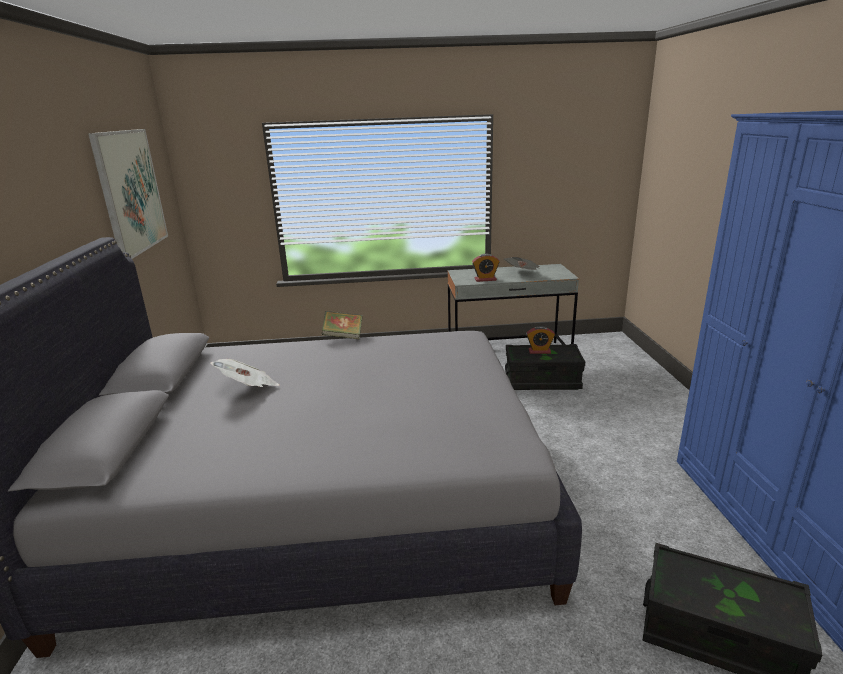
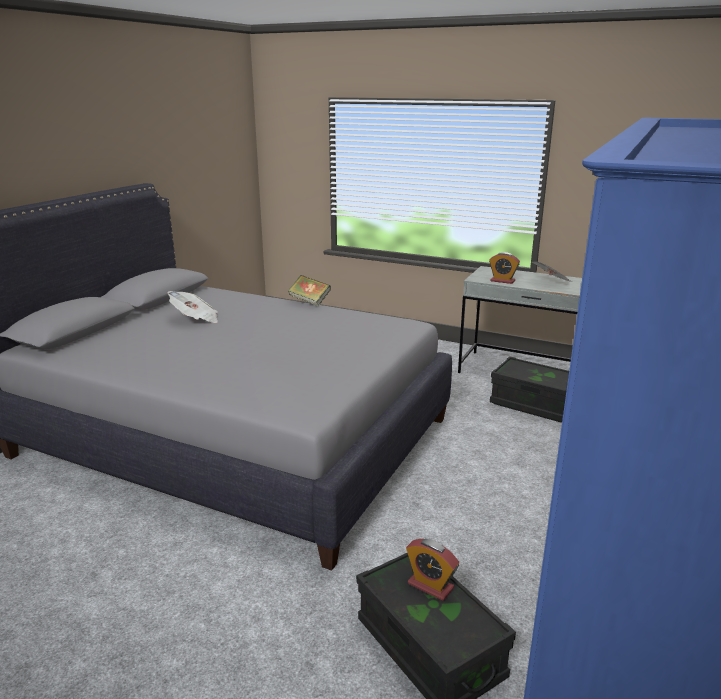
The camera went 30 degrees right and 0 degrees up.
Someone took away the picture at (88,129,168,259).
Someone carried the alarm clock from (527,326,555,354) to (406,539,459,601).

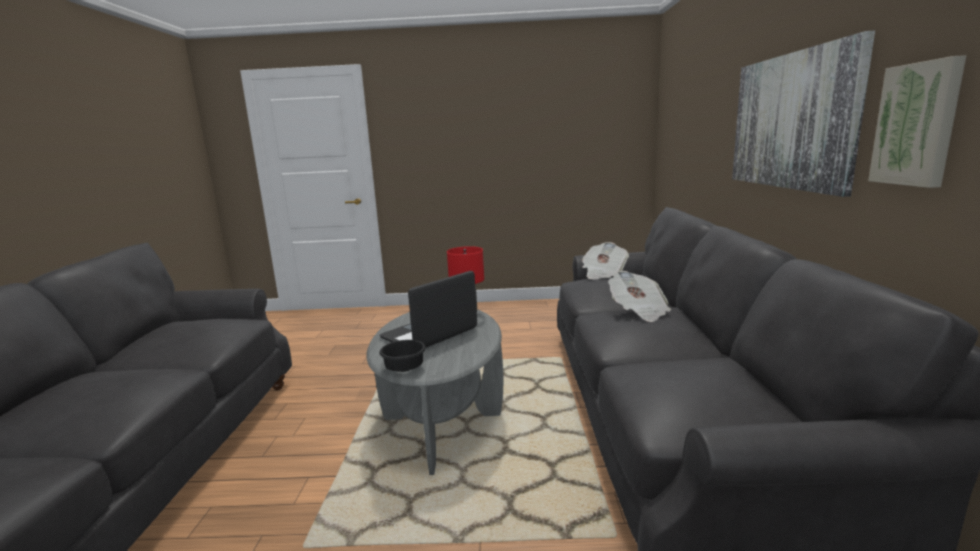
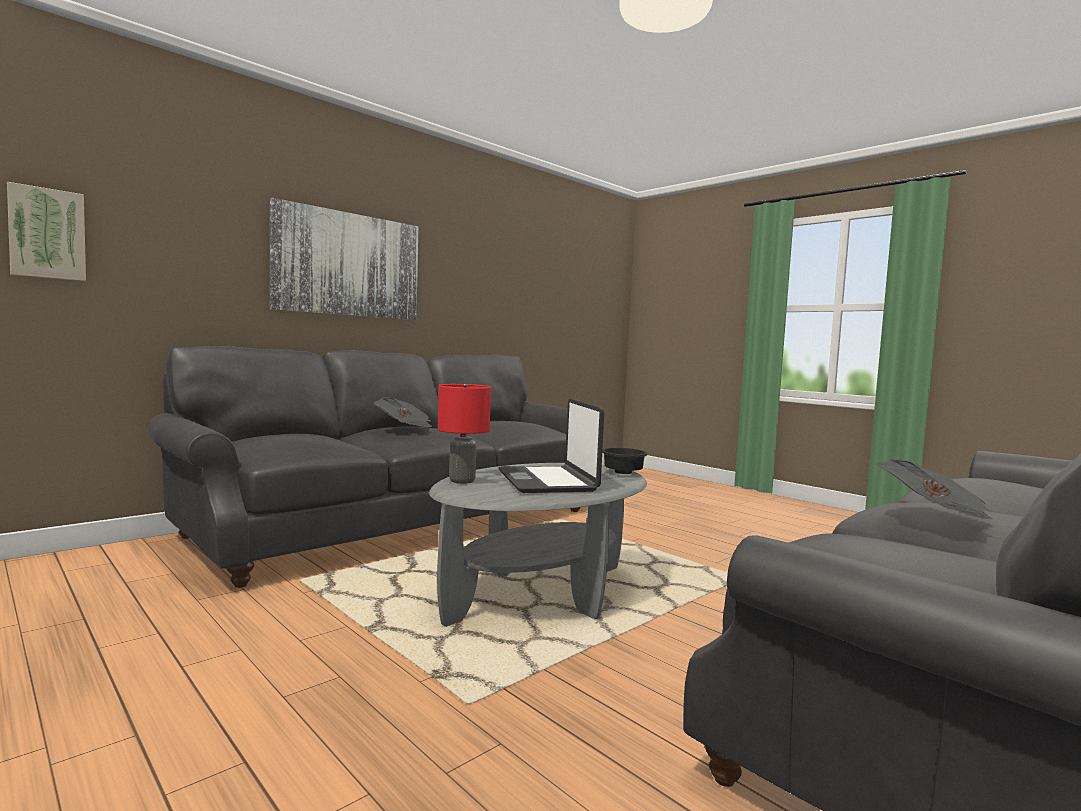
The camera went 135 degrees left and 10 degrees down.
Someone carried the newspaper from (582,242,629,279) to (877,459,993,519).
Someone carried the picture from (868,55,967,188) to (7,182,86,281).
Someone rotated the laptop at (380,271,477,348) by 75 degrees clockwise.

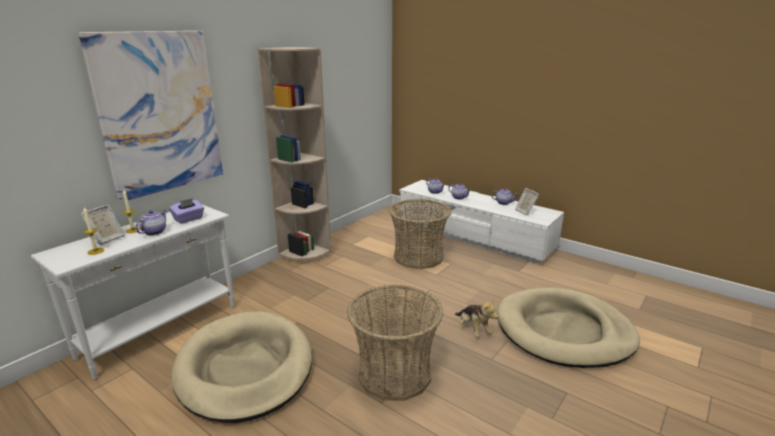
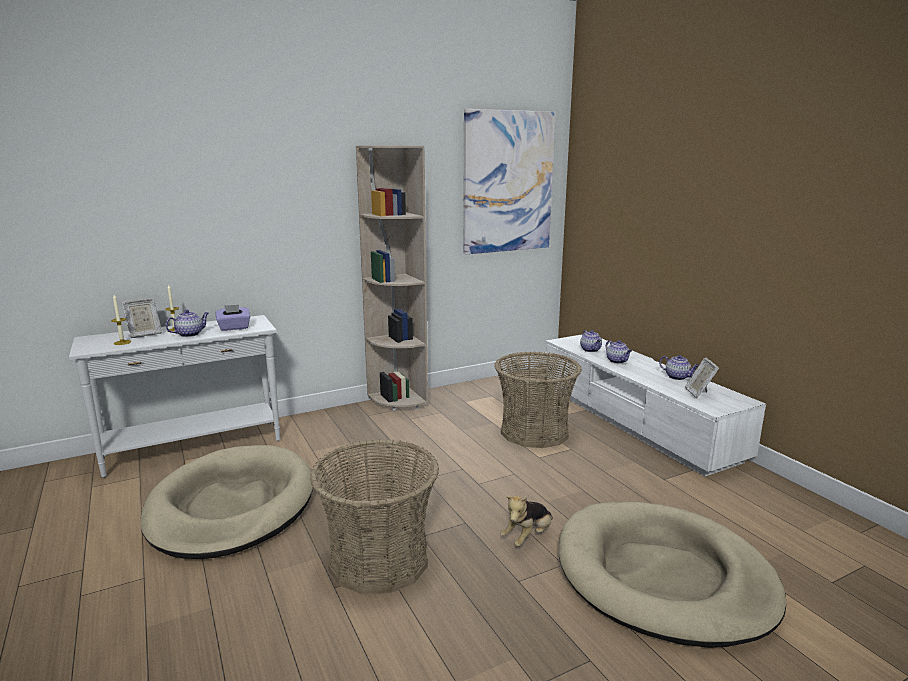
The camera went 25 degrees right and 5 degrees down.
Someone carried the picture from (78,31,223,202) to (463,109,555,254).
Someone rotated the plush toy at (455,299,498,337) by 45 degrees clockwise.

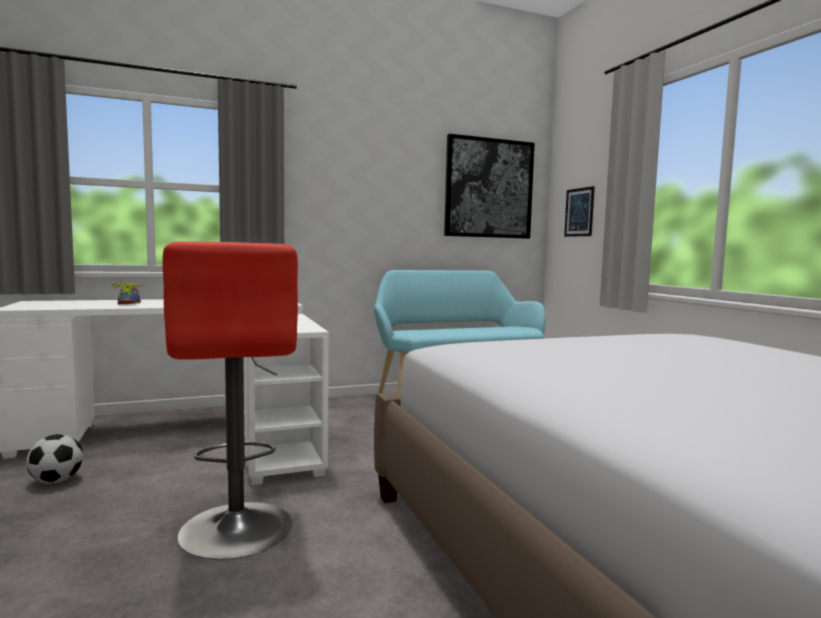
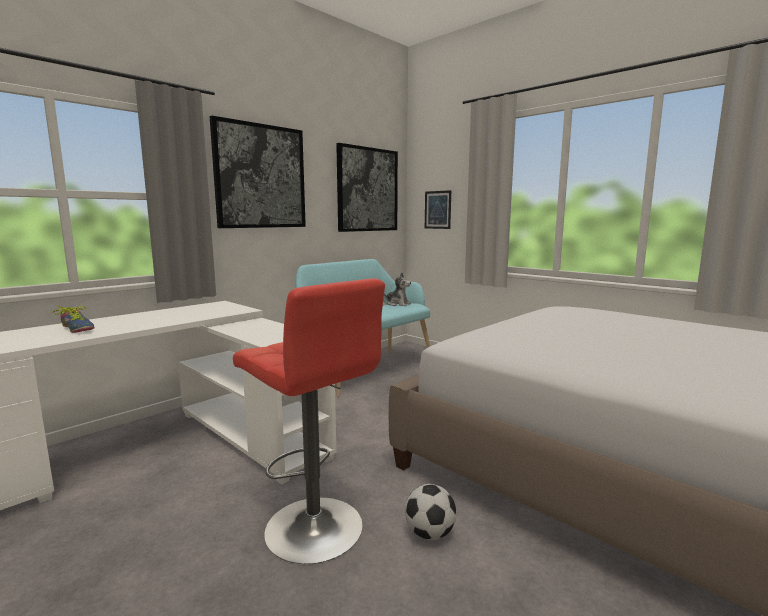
The camera went 25 degrees left and 5 degrees up.
Someone put up the picture at (210,116,306,228).
Someone put down the plush toy at (384,272,411,306).
Someone carried the football from (26,434,83,483) to (405,484,456,540).

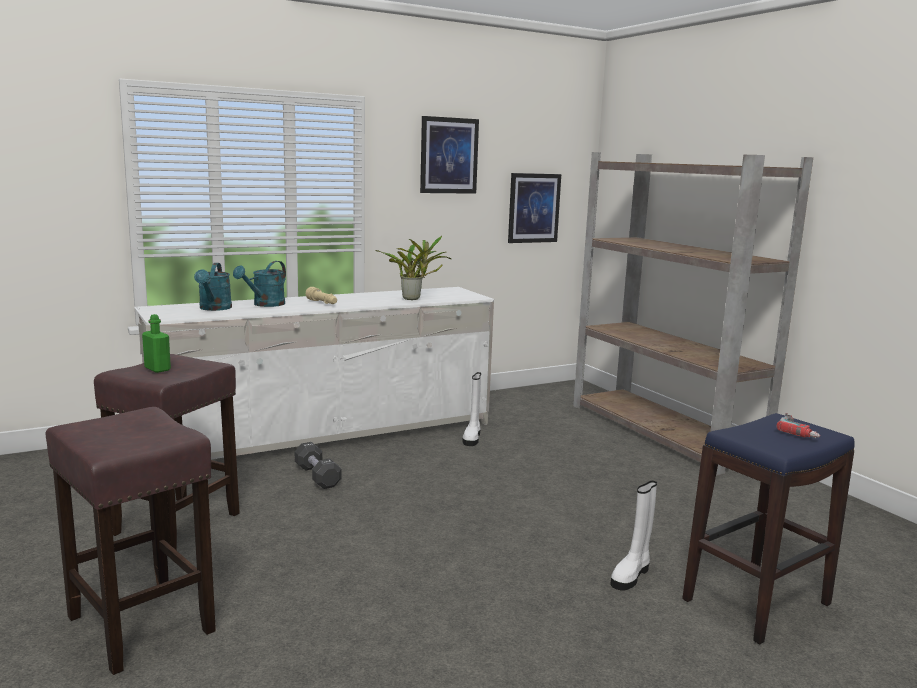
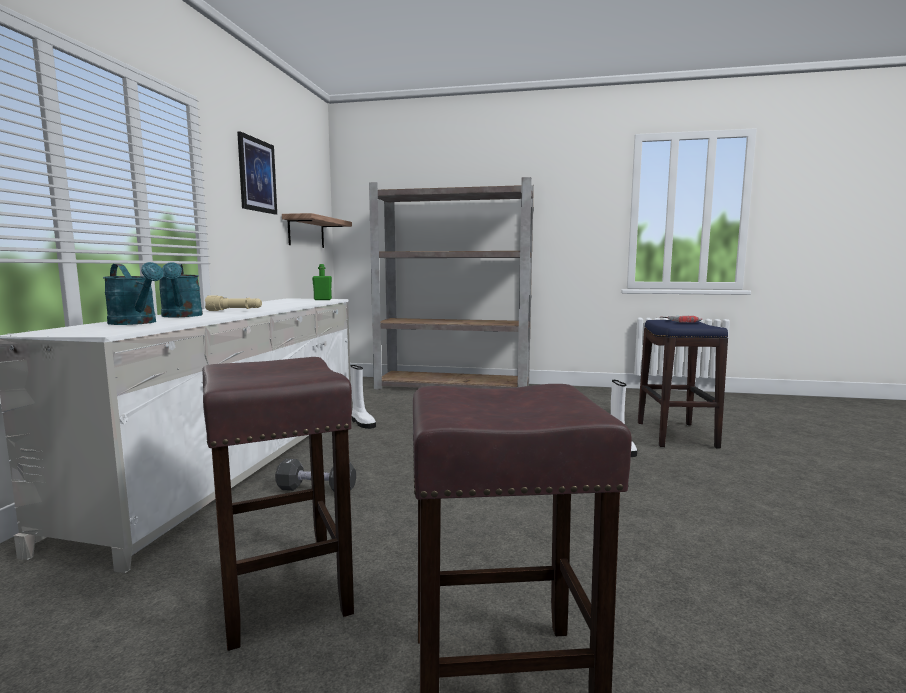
The camera went 50 degrees left and 5 degrees down.
Someone took away the potted plant at (375,236,451,300).
Someone carried the green bottle from (142,314,171,373) to (312,264,332,300).
Someone swapped the picture at (508,173,561,243) for the shelf at (282,213,352,248).

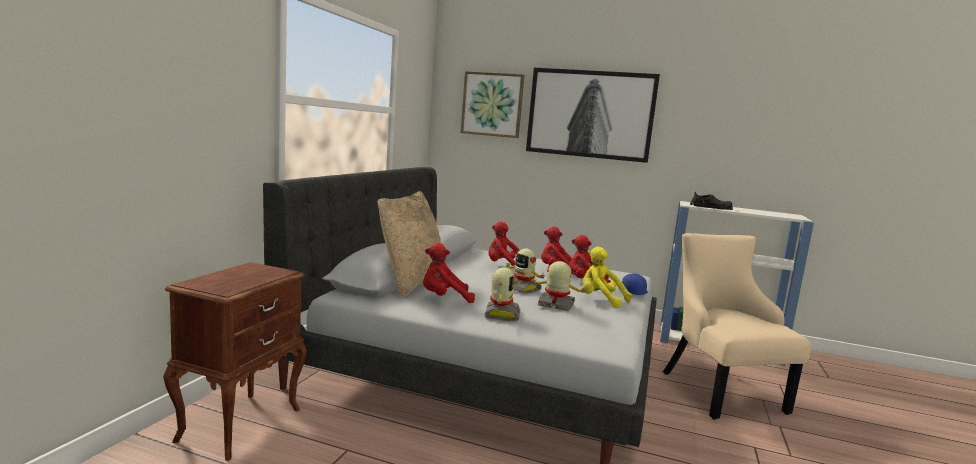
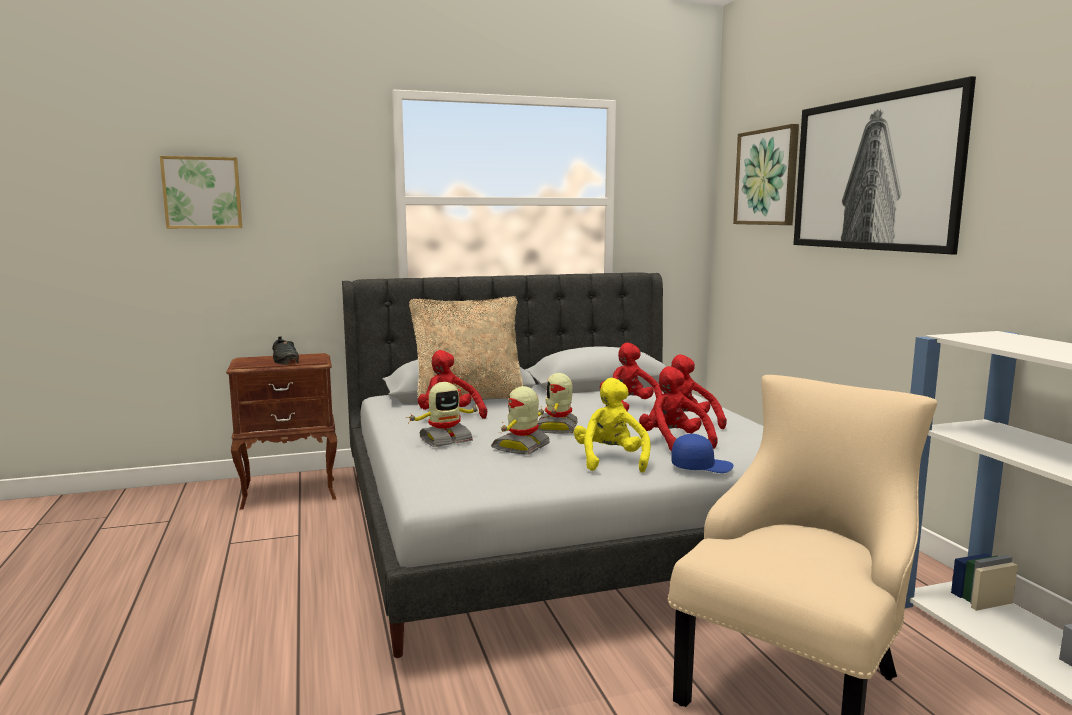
The camera went 55 degrees right and 0 degrees up.
Someone put up the picture at (160,156,242,229).
Someone carried the black shoe from (690,192,733,210) to (272,337,299,365).
Someone rotated the toy robot at (531,261,588,311) by 135 degrees counterclockwise.

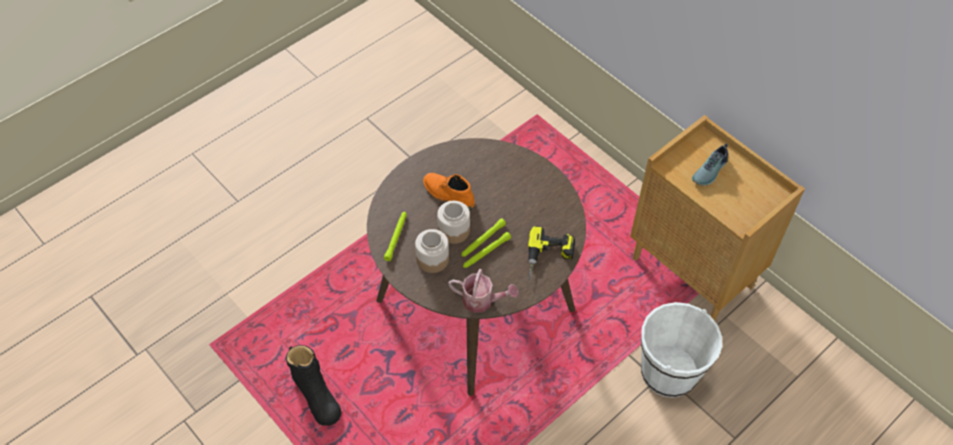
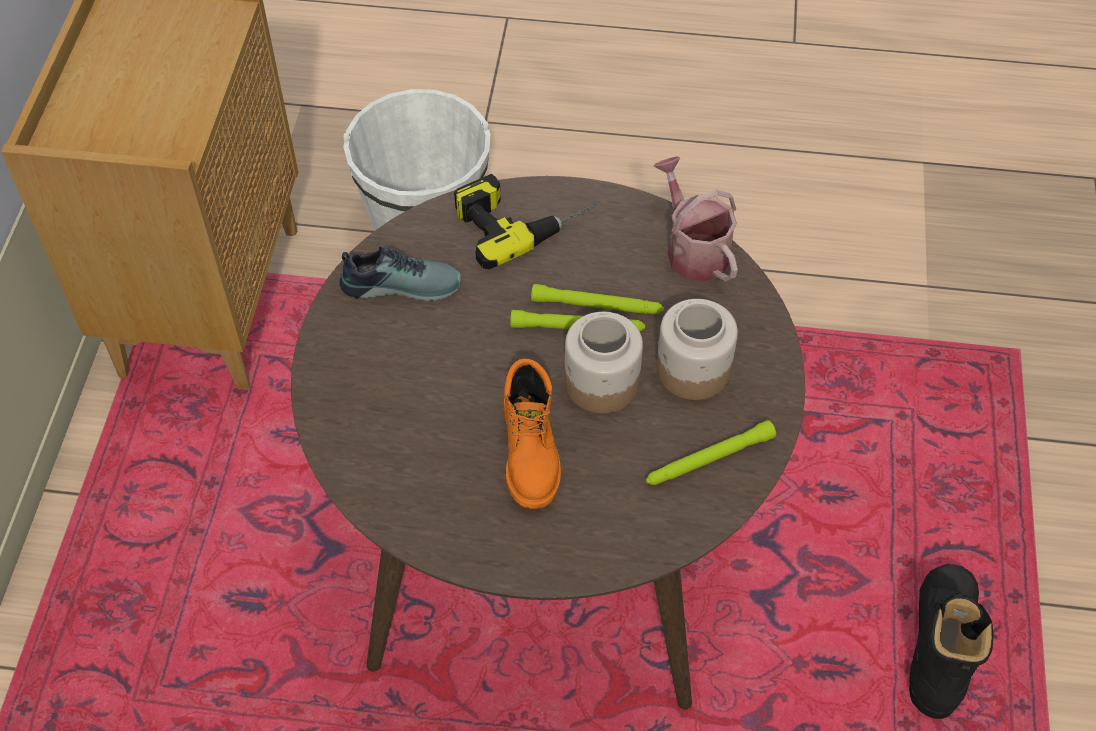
The camera went 130 degrees left and 0 degrees up.
Someone carried the shoe from (692,143,728,185) to (340,247,461,301).

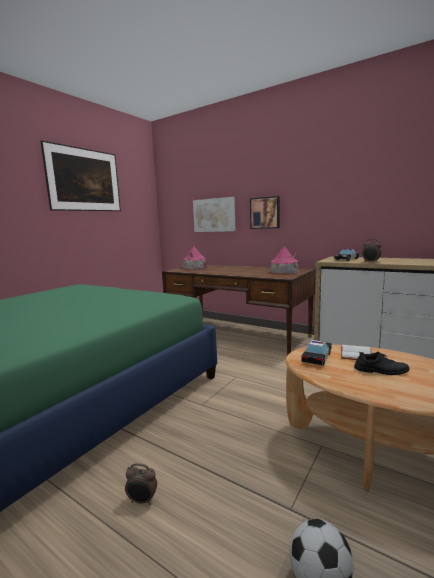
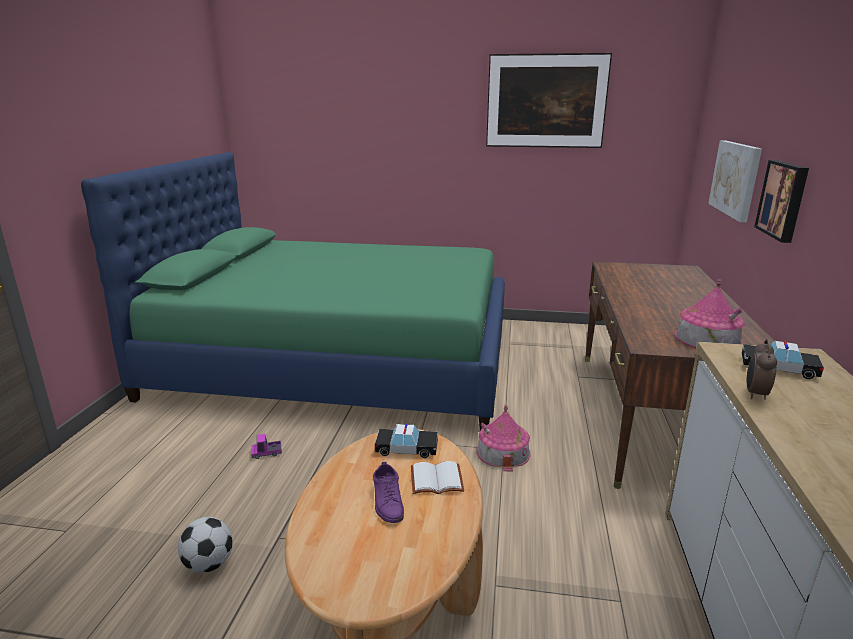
The camera went 65 degrees right and 10 degrees up.
Someone carried the toy house from (183,243,209,269) to (476,405,530,471).
Someone swapped the alarm clock at (125,463,157,505) for the toy truck at (251,434,282,459).
Someone repainted the black shoe at (354,351,410,375), which became the purple shoe at (373,461,404,523).

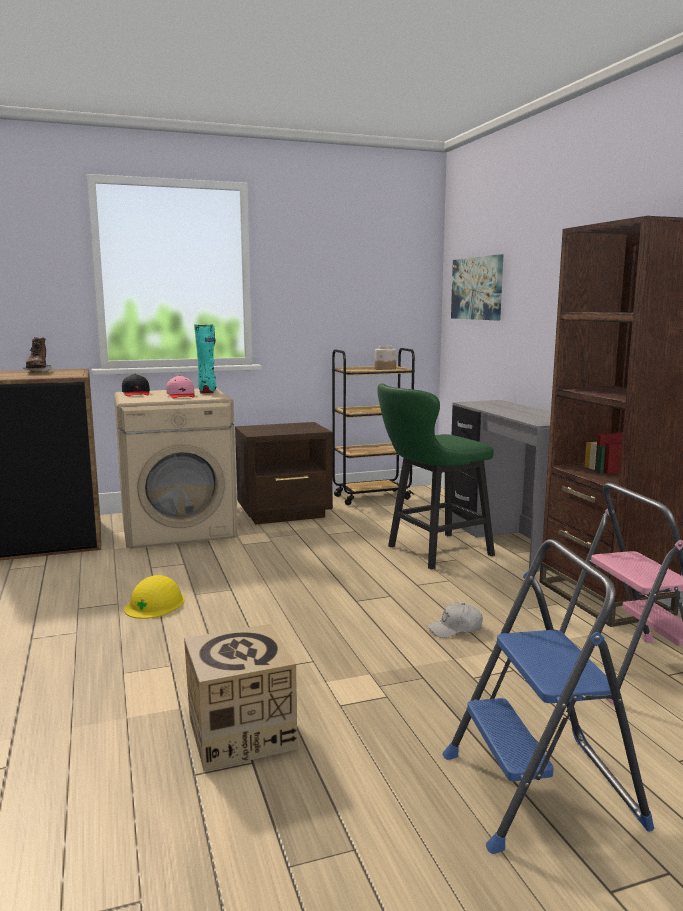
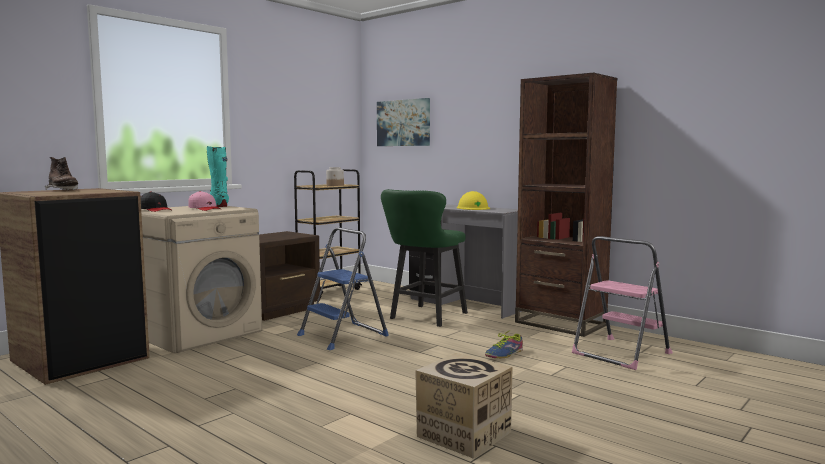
The camera went 30 degrees left and 5 degrees down.
Someone carried the yellow hard hat from (124,575,185,619) to (457,191,490,210).
Someone carried the blue step ladder from (443,539,654,854) to (297,227,389,350).
Someone swapped the white cap at (427,602,483,638) for the shoe at (485,331,523,358).

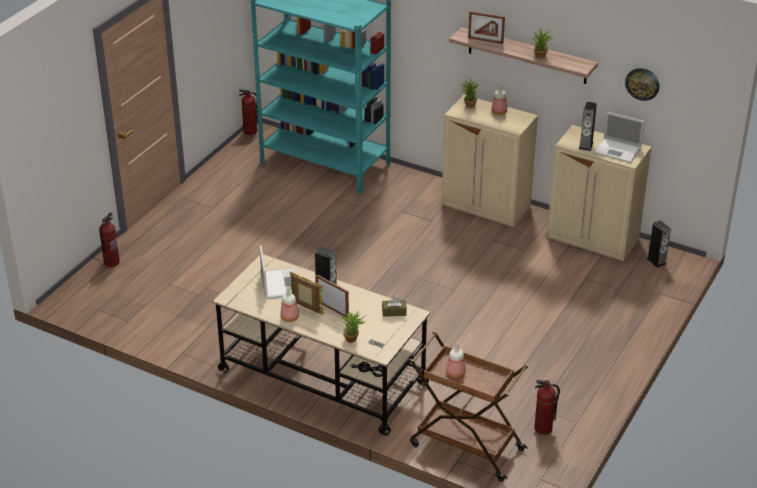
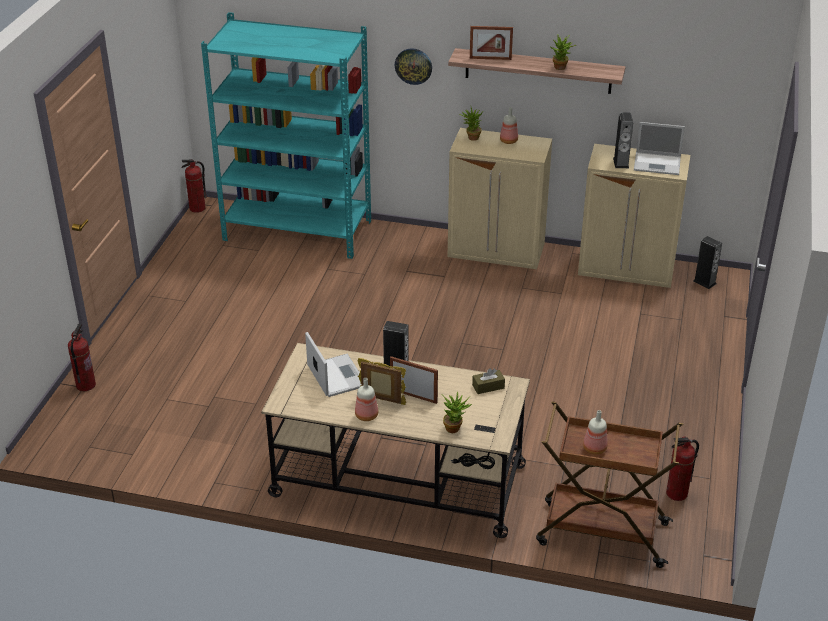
The camera went 15 degrees left and 0 degrees up.
Someone carried the wall clock from (625,68,659,101) to (395,48,432,85).

